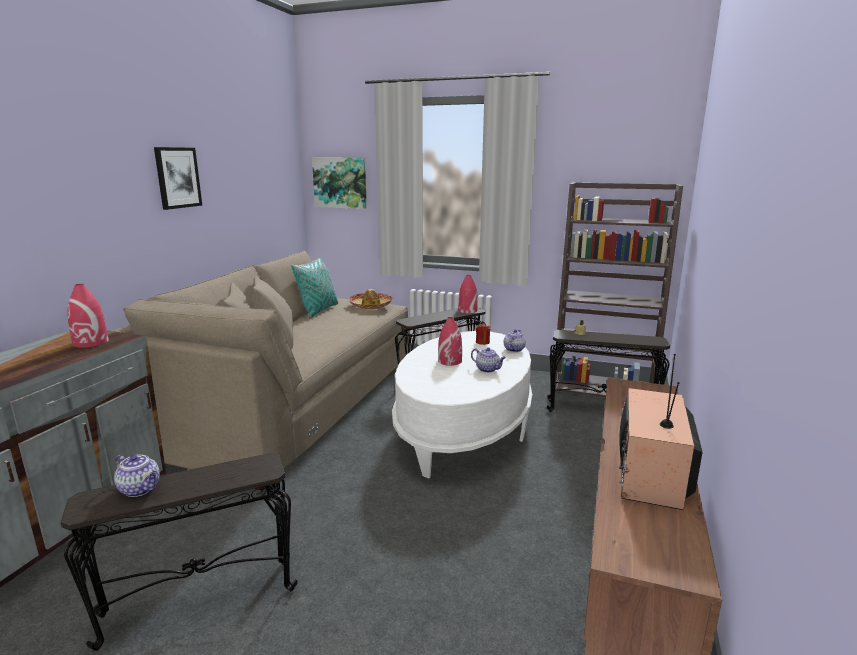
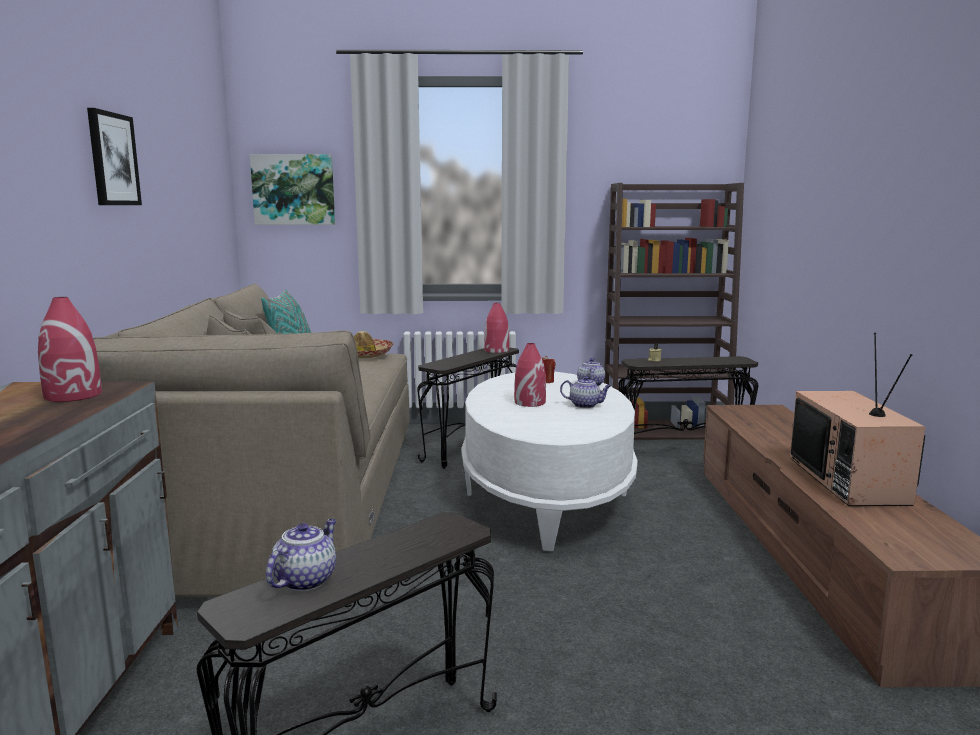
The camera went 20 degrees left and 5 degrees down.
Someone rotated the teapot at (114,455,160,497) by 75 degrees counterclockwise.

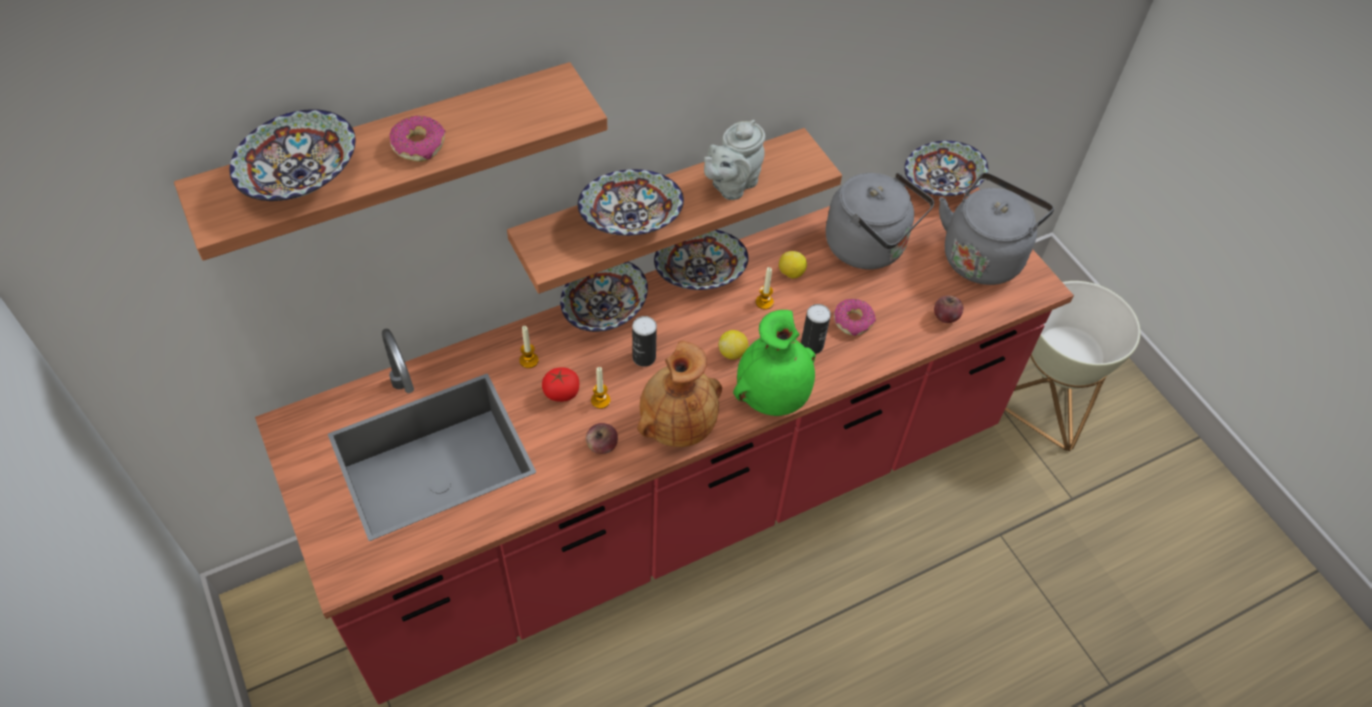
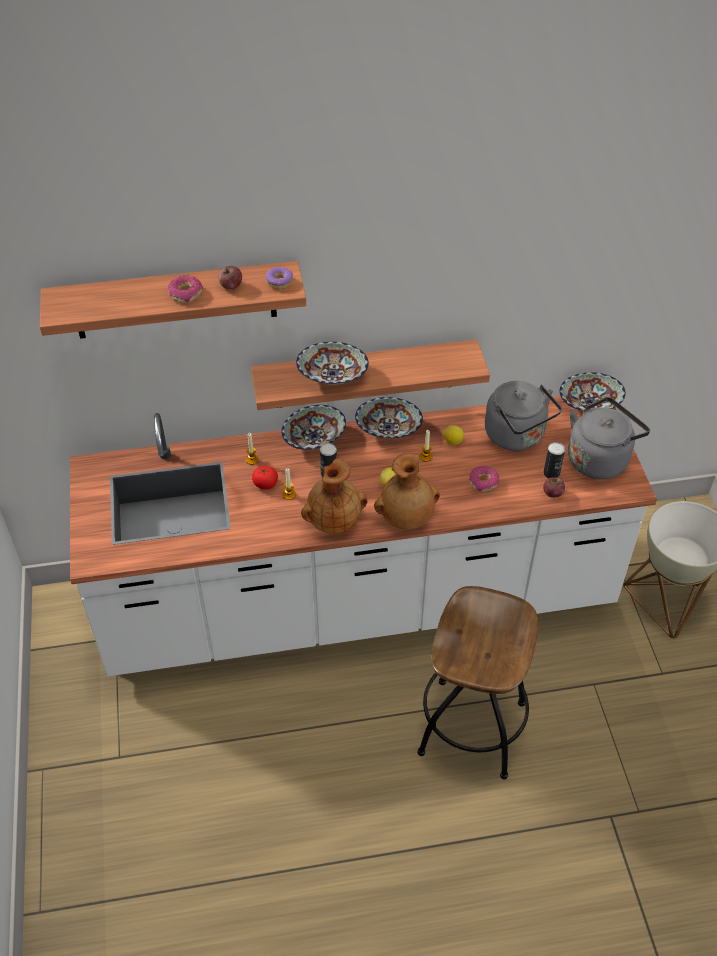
The camera went 20 degrees right and 5 degrees down.
Someone took away the bowl at (229,109,355,201).
Someone took away the grey teapot at (704,120,765,200).
Someone put down the donut at (266,267,293,290).
Someone put down the brown stool at (418,586,538,780).
Someone carried the apple from (586,423,618,454) to (218,266,242,289).
Someone carried the can from (801,304,831,354) to (543,442,565,478).
Someone repainted the red counter at (255,179,1074,704), which became the white counter at (70,396,657,676).
Someone repainted the green vase at (733,310,816,416), which became the brown vase at (374,453,440,529).

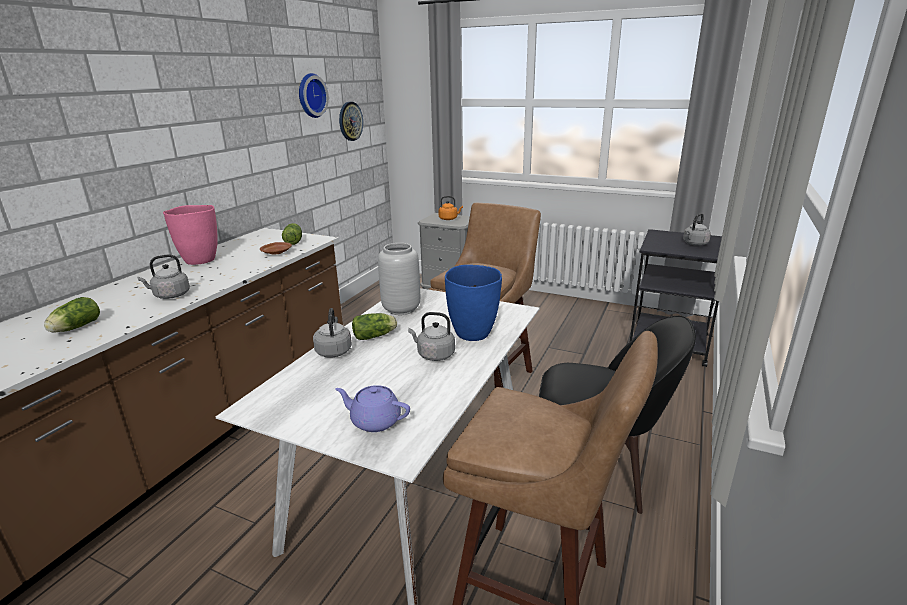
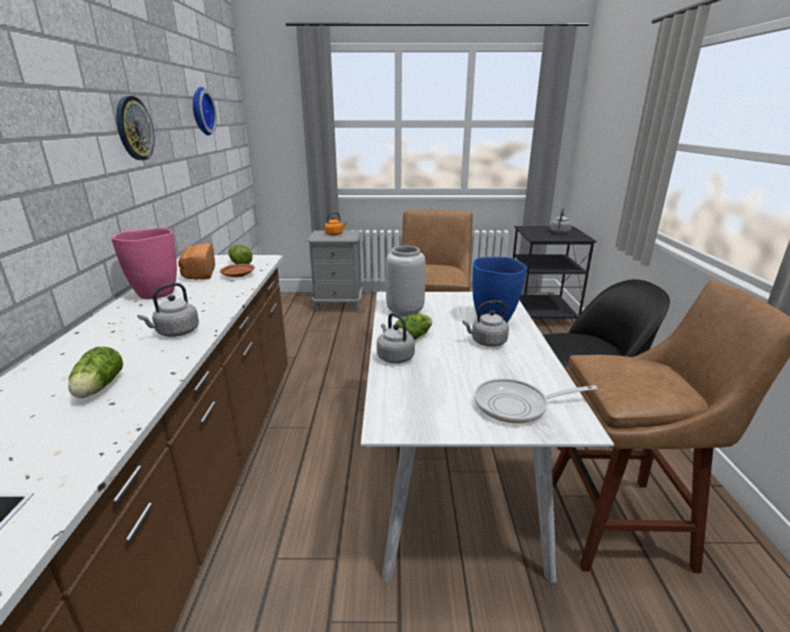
The camera went 25 degrees left and 0 degrees up.
Someone put down the bread at (178,243,215,280).
Someone carried the wall clock from (339,102,363,141) to (116,96,155,160).
Someone swapped the purple teapot at (335,385,410,432) for the frying pan at (474,378,598,423).

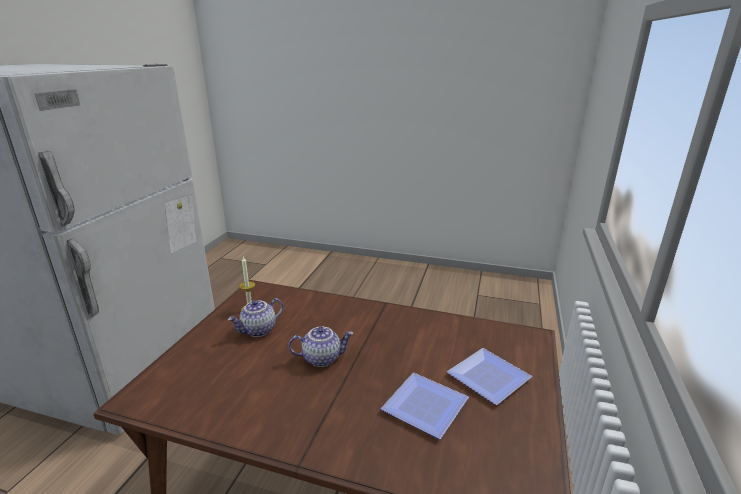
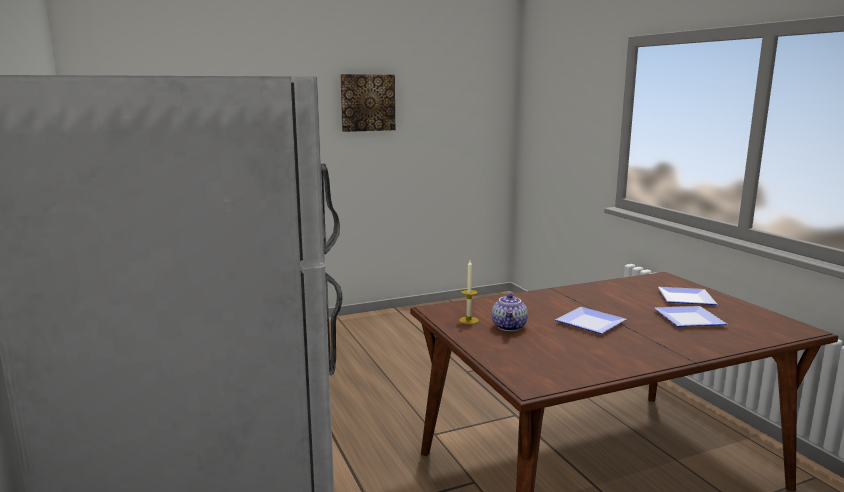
The camera went 40 degrees left and 10 degrees down.
Someone put up the picture at (340,74,395,132).
Someone swapped the teapot at (288,327,354,367) for the plate at (555,307,627,334).

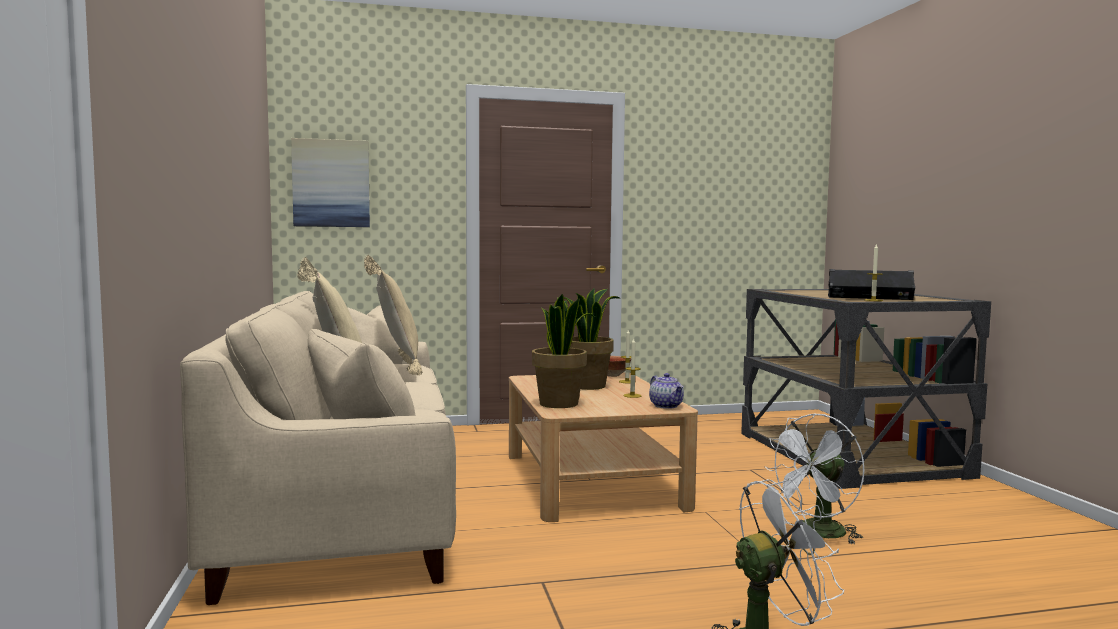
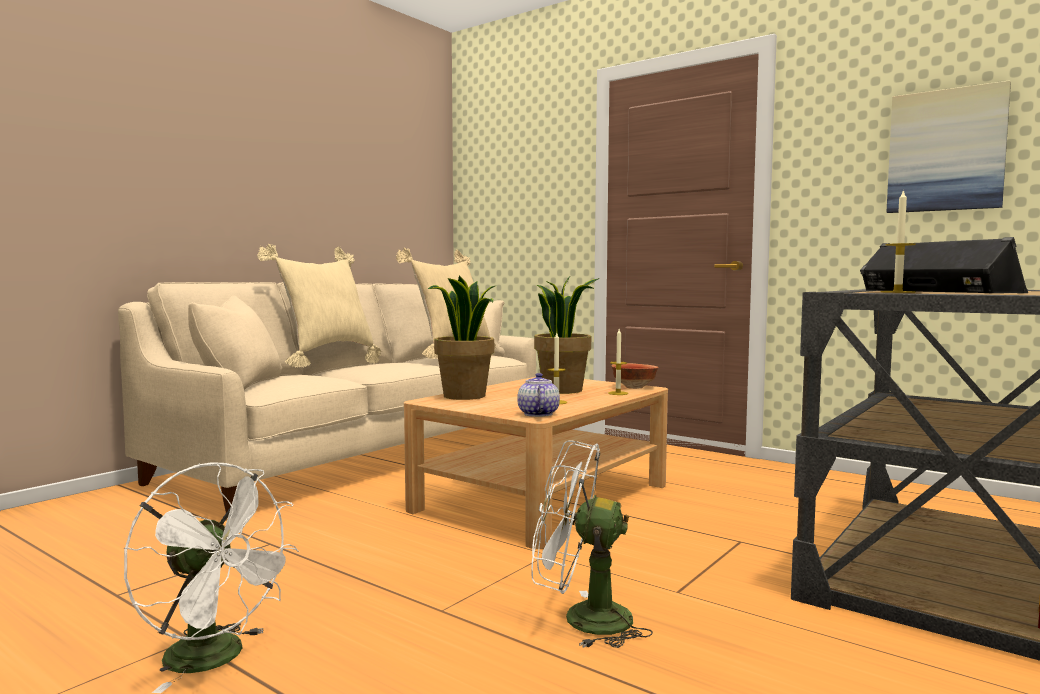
The camera went 50 degrees right and 0 degrees up.
Someone carried the picture from (291,138,370,227) to (886,80,1011,213).
Someone rotated the teapot at (649,373,684,409) by 150 degrees clockwise.

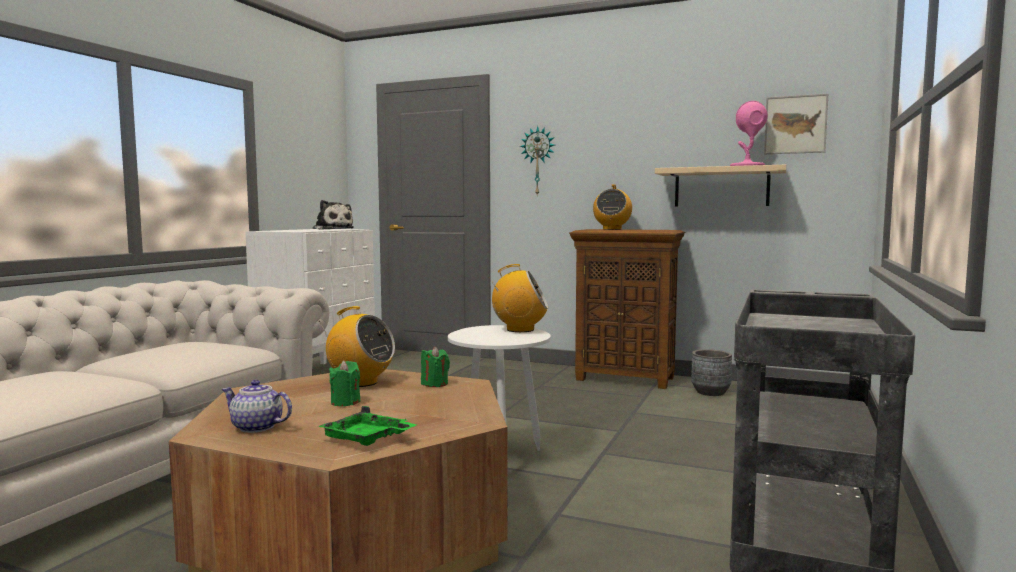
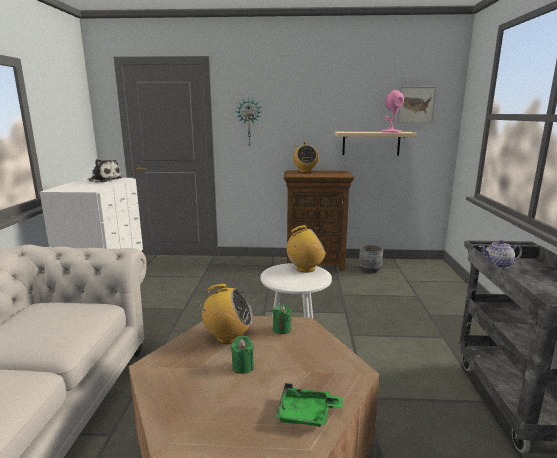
The camera went 20 degrees left and 10 degrees up.
Someone carried the teapot from (222,380,292,433) to (479,240,522,268).

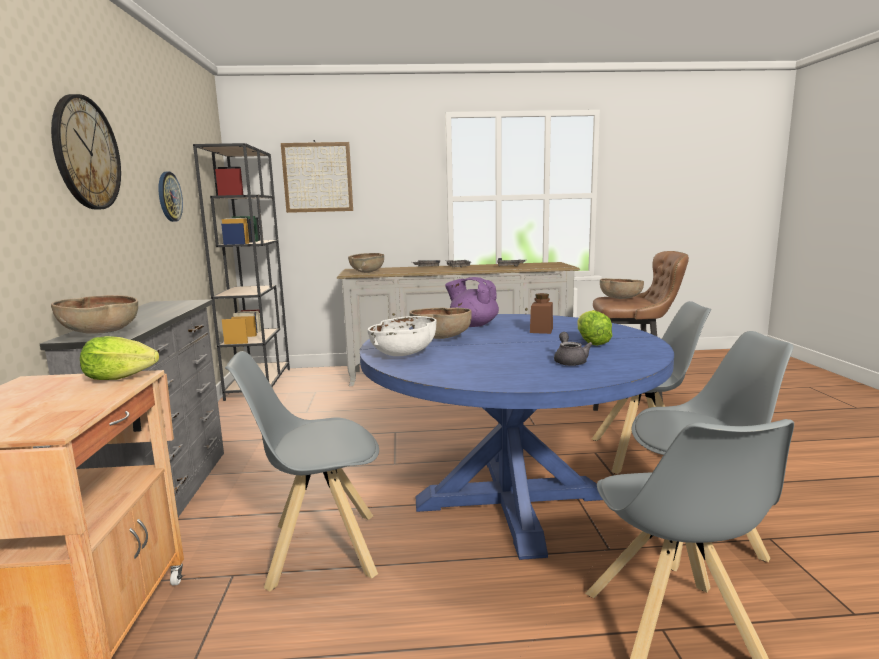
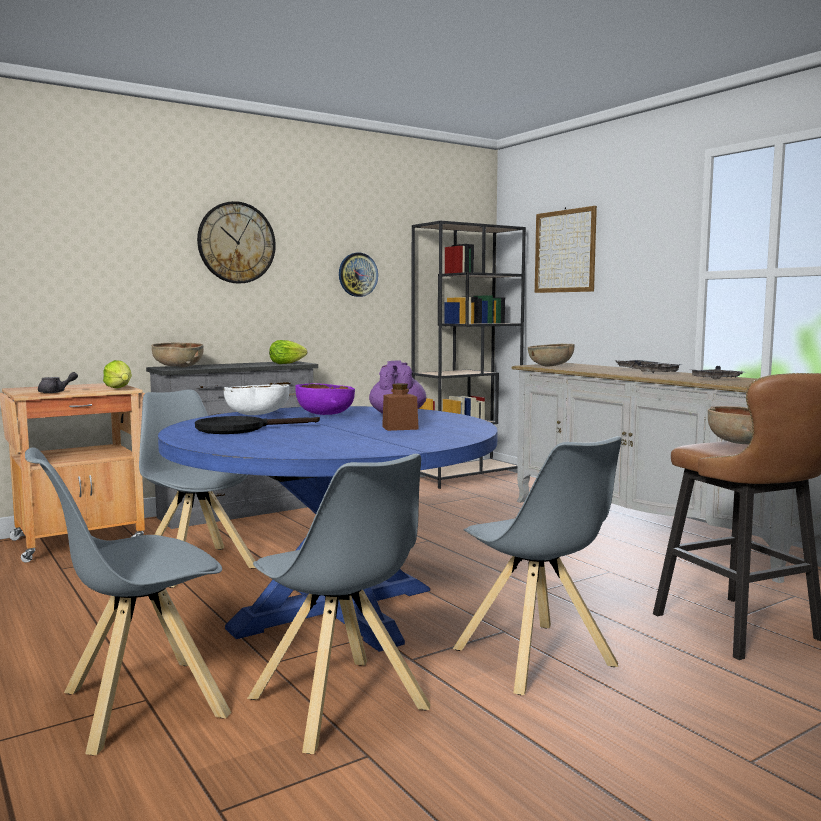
The camera went 60 degrees right and 5 degrees down.
Someone put down the black frying pan at (195,416,320,434).
Someone carried the grey teapot from (554,332,592,366) to (38,372,78,393).
Someone carried the lettuce from (577,310,612,346) to (269,340,307,364).
Someone repainted the brown bowl at (410,308,472,339), which became the purple bowl at (295,383,355,415).

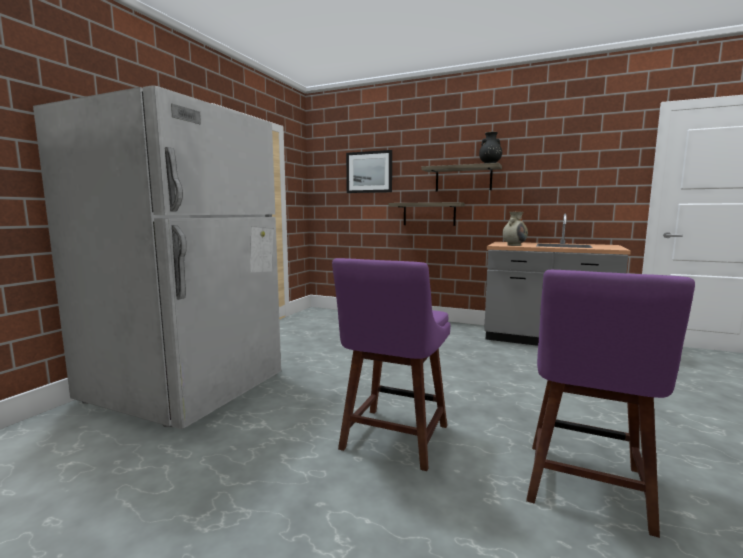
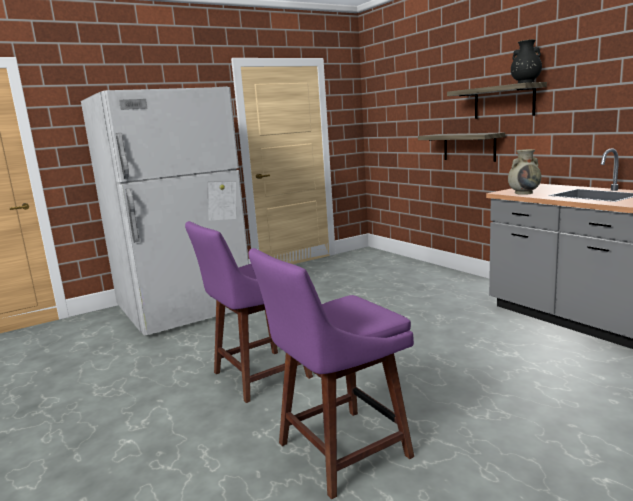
The camera went 35 degrees right and 5 degrees up.
Someone took away the picture at (346,150,392,193).

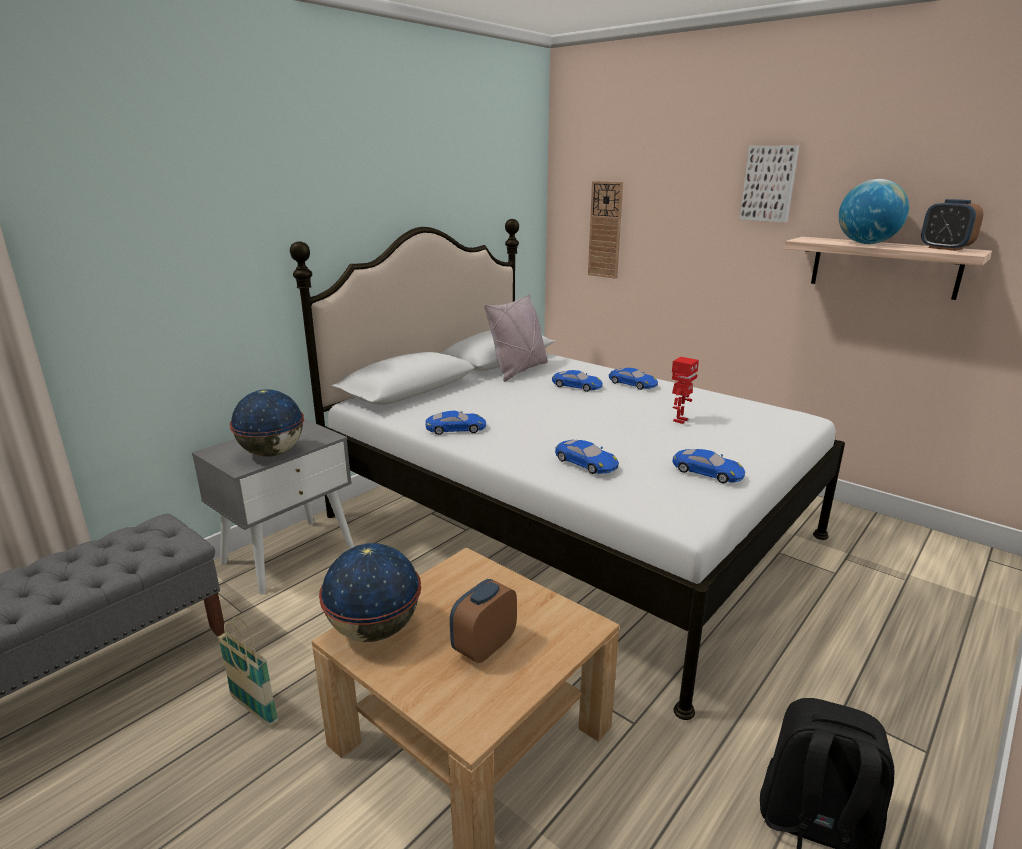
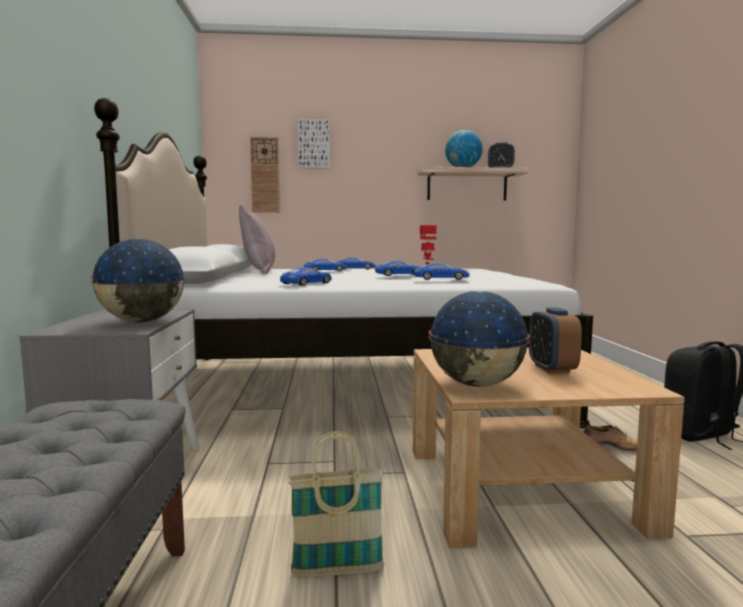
The camera went 45 degrees left and 15 degrees down.
Someone put down the shoe at (584,425,637,451).
Someone carried the blue toy car from (673,449,745,483) to (375,261,420,276).
Someone carried the picture from (740,145,799,222) to (298,119,330,169).

